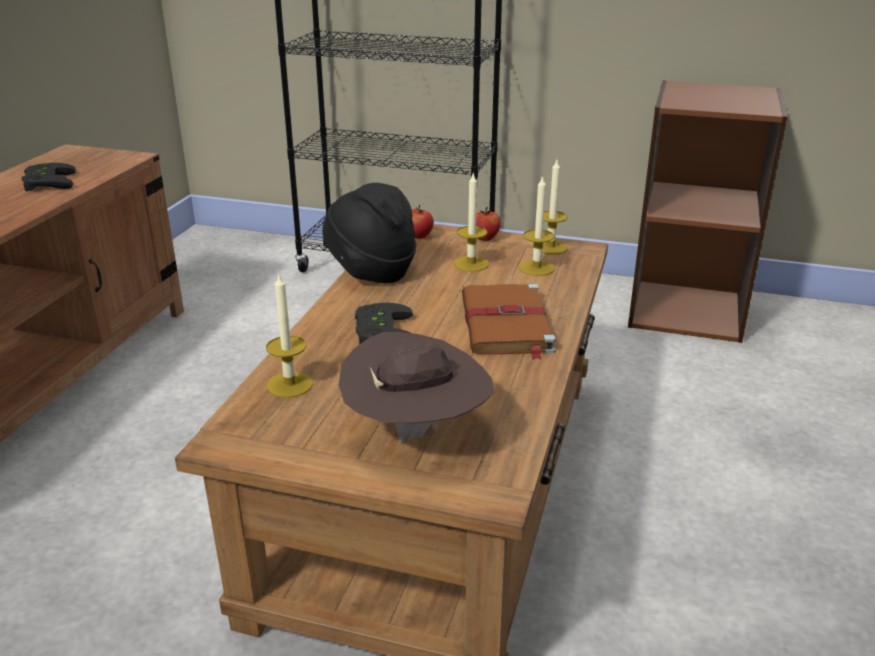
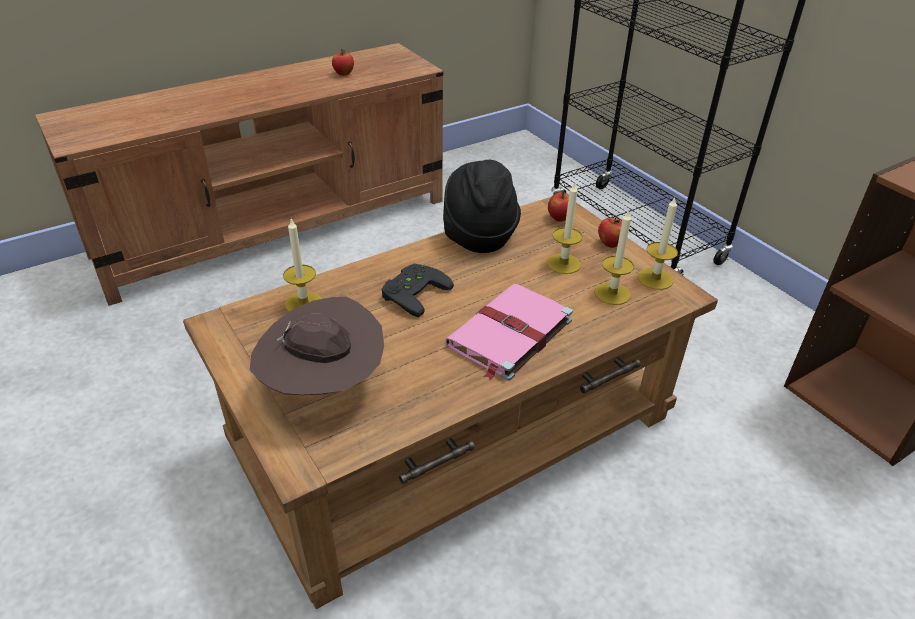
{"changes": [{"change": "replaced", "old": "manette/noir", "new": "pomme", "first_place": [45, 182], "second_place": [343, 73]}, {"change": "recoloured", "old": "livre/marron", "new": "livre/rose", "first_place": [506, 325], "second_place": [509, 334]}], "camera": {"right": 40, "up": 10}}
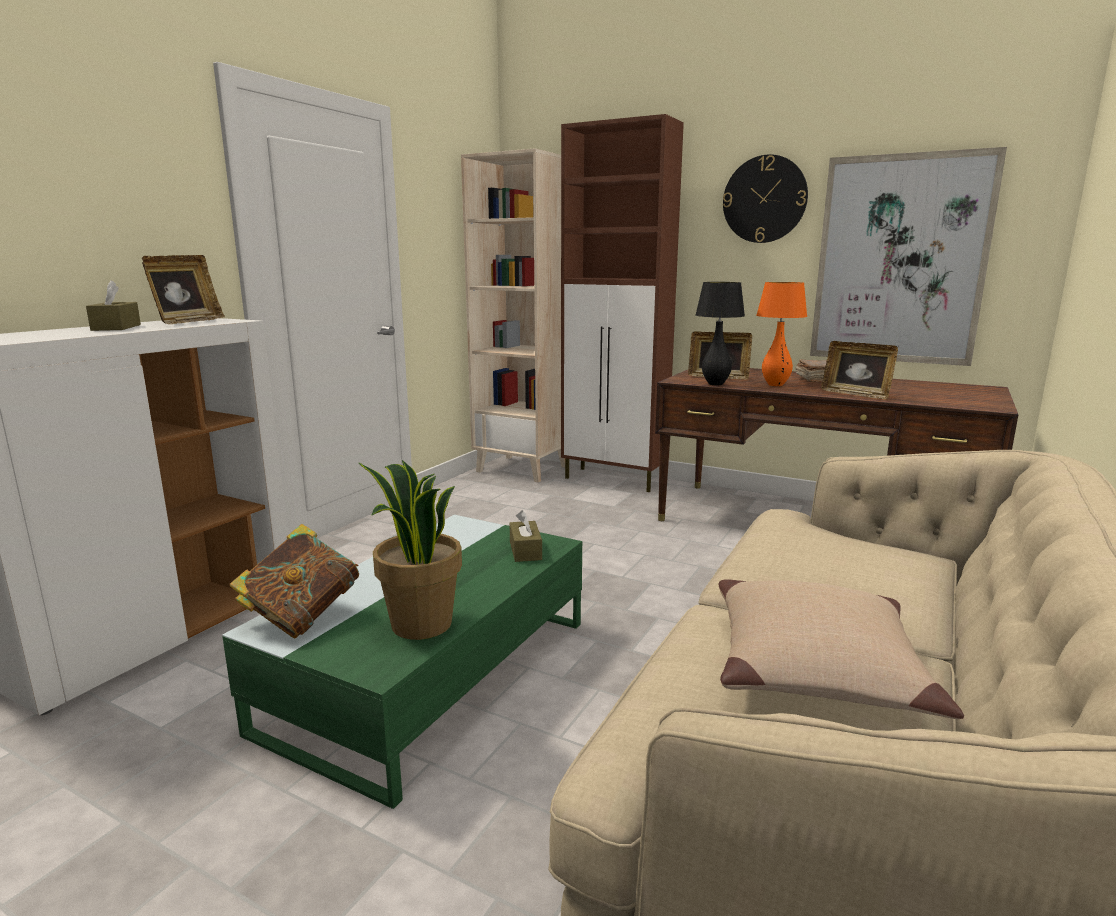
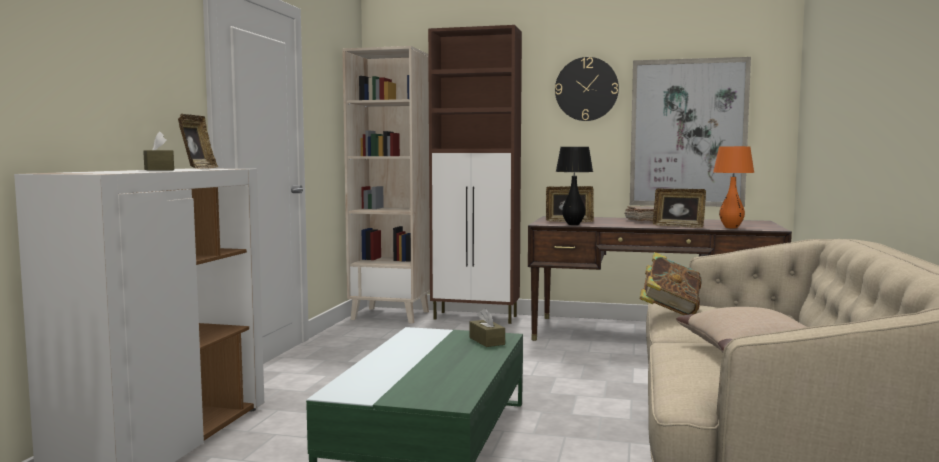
{"changes": [{"change": "moved", "old": "livre", "first_place": [302, 616], "second_place": [670, 311]}, {"change": "moved", "old": "lampe de table/orange", "first_place": [775, 385], "second_place": [731, 227]}, {"change": "removed", "old": "plante en pot", "first_place": [420, 625]}], "camera": {"right": -15, "up": -10}}
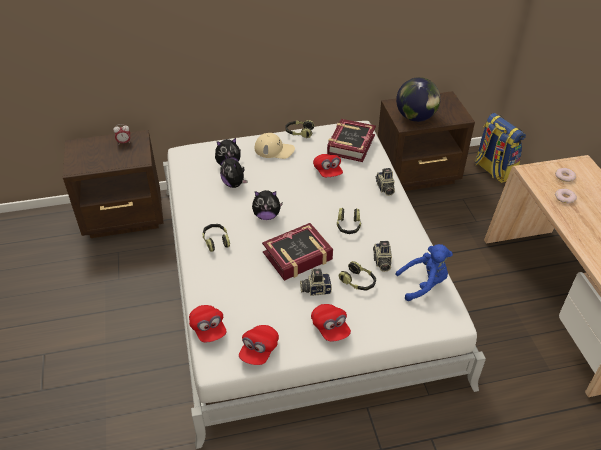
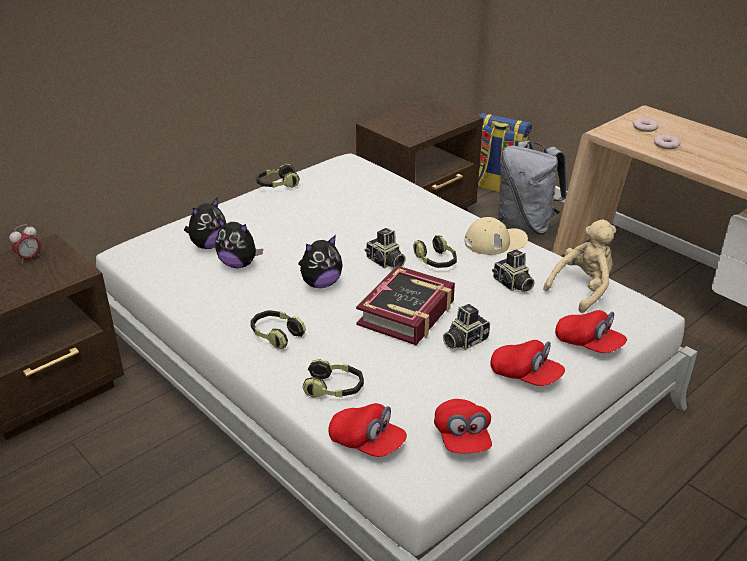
{"changes": [{"change": "moved", "old": "casque audio", "first_place": [358, 282], "second_place": [334, 388]}, {"change": "moved", "old": "appareil photo", "first_place": [384, 188], "second_place": [385, 262]}, {"change": "moved", "old": "casquette/beige", "first_place": [274, 150], "second_place": [495, 241]}, {"change": "added", "new": "sac à dos/gris", "second_place": [526, 225]}, {"change": "recoloured", "old": "peluche/bleu", "new": "peluche/beige", "first_place": [424, 284], "second_place": [582, 289]}, {"change": "moved", "old": "casquette/rouge", "first_place": [327, 172], "second_place": [588, 344]}, {"change": "removed", "old": "livre", "first_place": [350, 145]}, {"change": "removed", "old": "globe", "first_place": [415, 117]}], "camera": {"right": -30, "up": -10}}
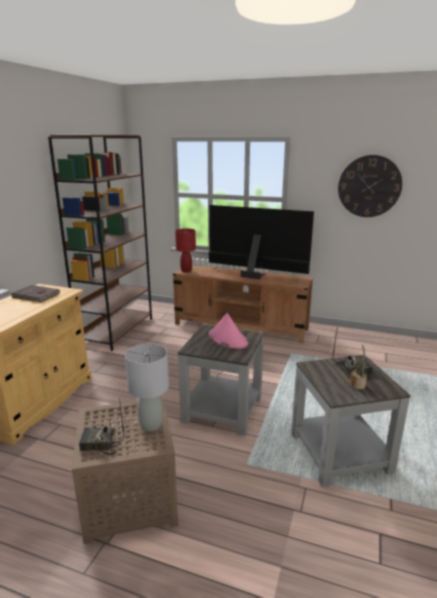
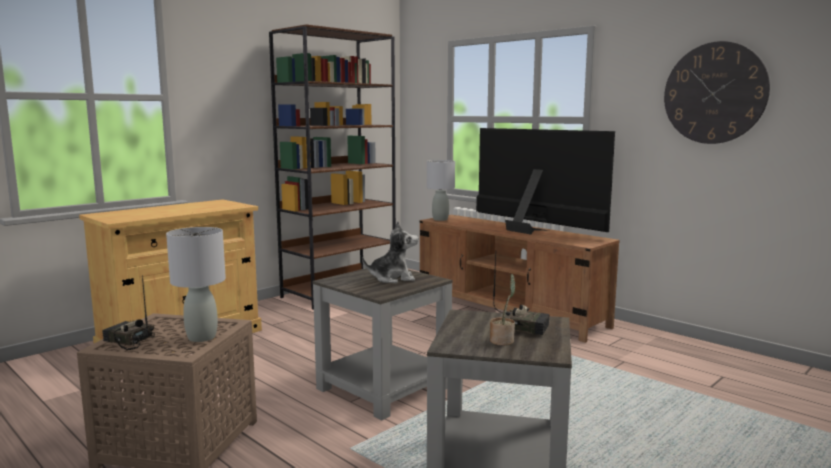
{"changes": [{"change": "replaced", "old": "chapeau/rose", "new": "peluche", "first_place": [227, 339], "second_place": [392, 278]}, {"change": "recoloured", "old": "lampe de table/rouge", "new": "lampe de table/gris", "first_place": [186, 271], "second_place": [440, 219]}, {"change": "removed", "old": "livre/marron", "first_place": [36, 296]}], "camera": {"right": 25, "up": -10}}
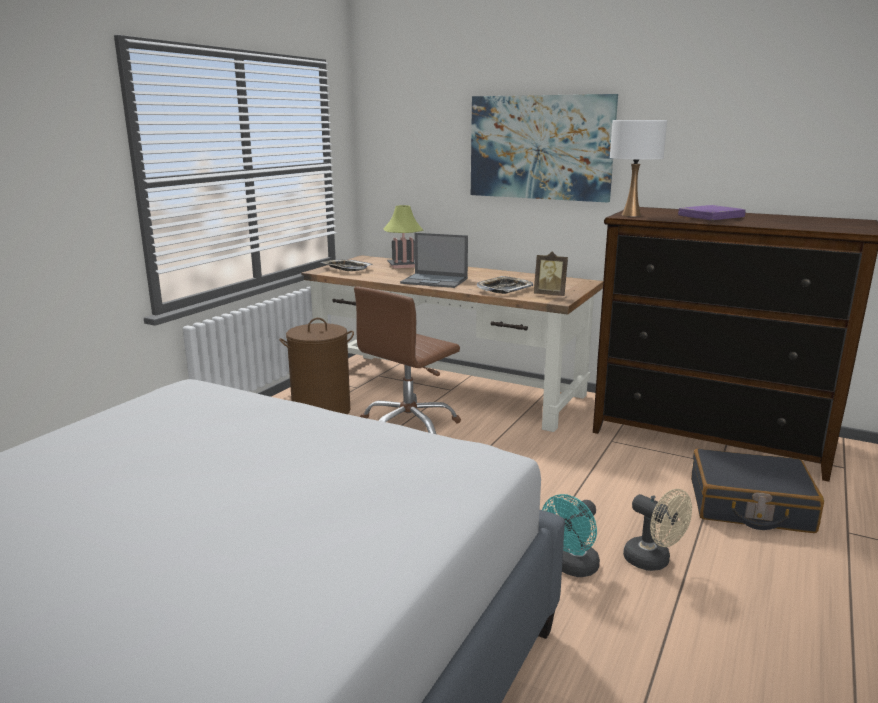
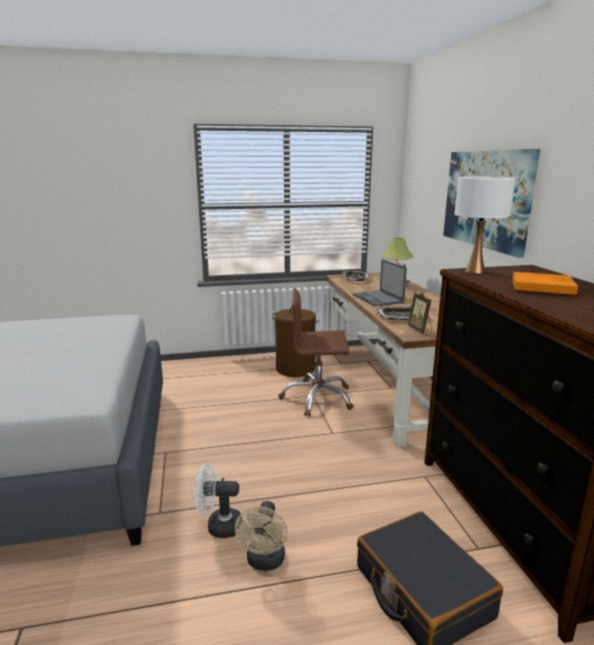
{"changes": [{"change": "recoloured", "old": "ventilateur/turquoise", "new": "ventilateur/blanc", "first_place": [572, 568], "second_place": [219, 526]}, {"change": "recoloured", "old": "livre/violet", "new": "livre/orange", "first_place": [711, 217], "second_place": [542, 288]}], "camera": {"right": 50, "up": 0}}
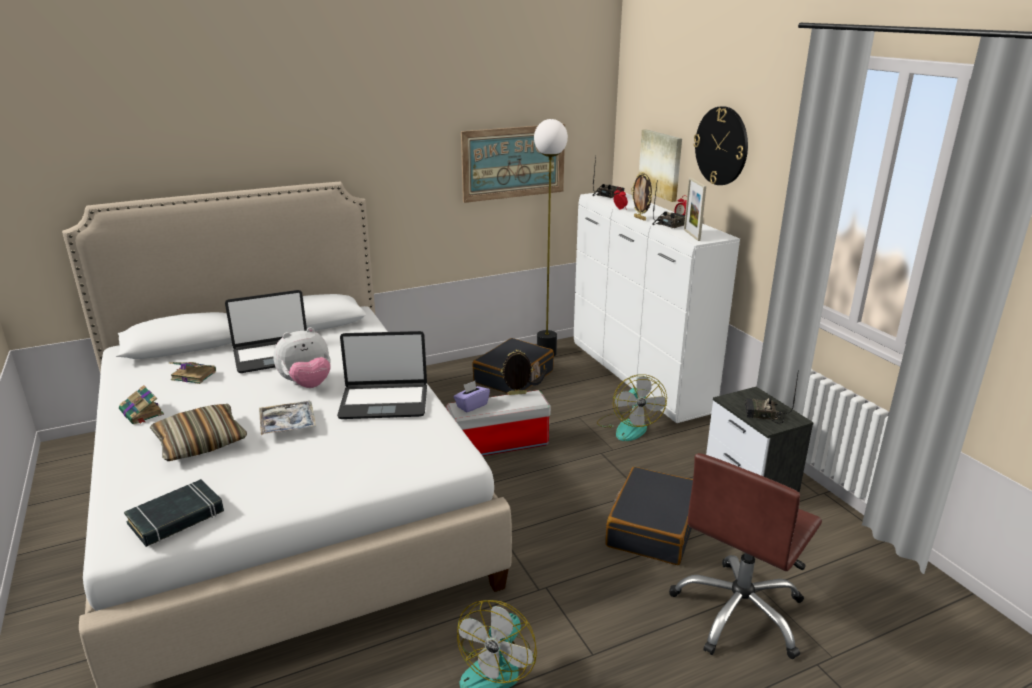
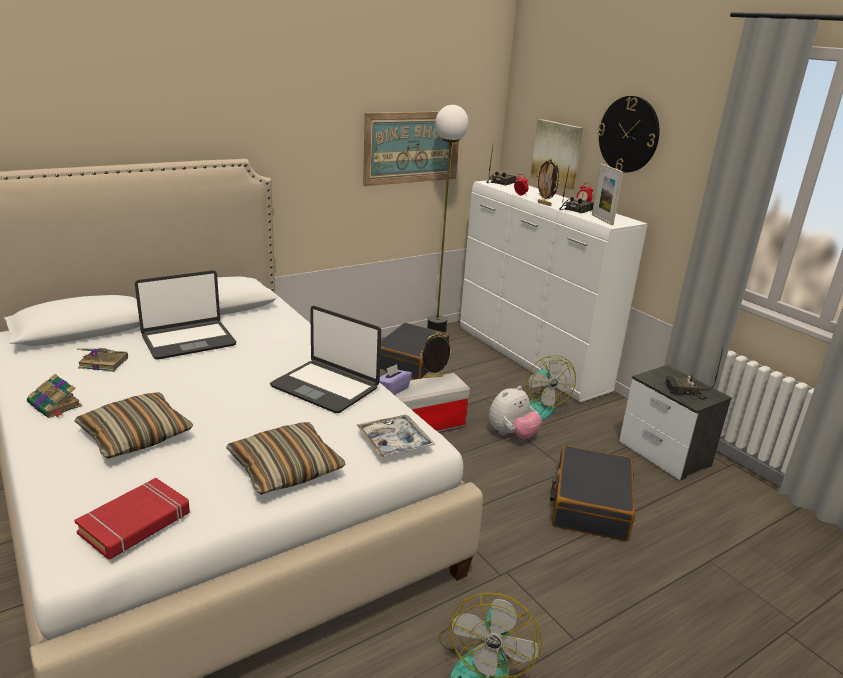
{"changes": [{"change": "recoloured", "old": "livre/noir", "new": "livre/rouge", "first_place": [176, 518], "second_place": [135, 523]}, {"change": "added", "new": "coussin", "second_place": [286, 468]}, {"change": "turned", "old": "ordinateur portable", "first_place": [384, 402], "second_place": [326, 387], "degrees": 45}, {"change": "moved", "old": "plateau", "first_place": [288, 424], "second_place": [394, 442]}, {"change": "moved", "old": "peluche", "first_place": [307, 385], "second_place": [512, 434]}, {"change": "removed", "old": "chaise de bureau/marron", "first_place": [739, 612]}], "camera": {"right": -10, "up": 0}}
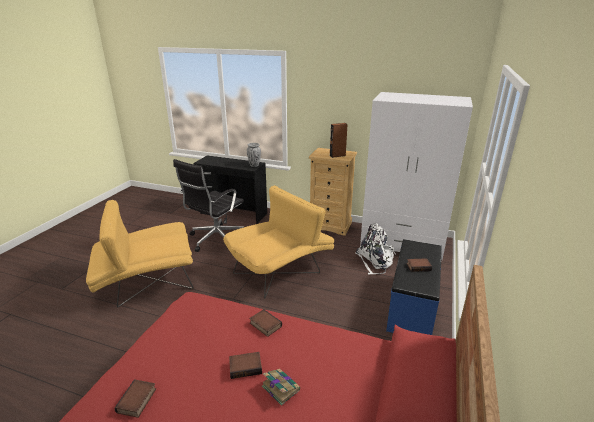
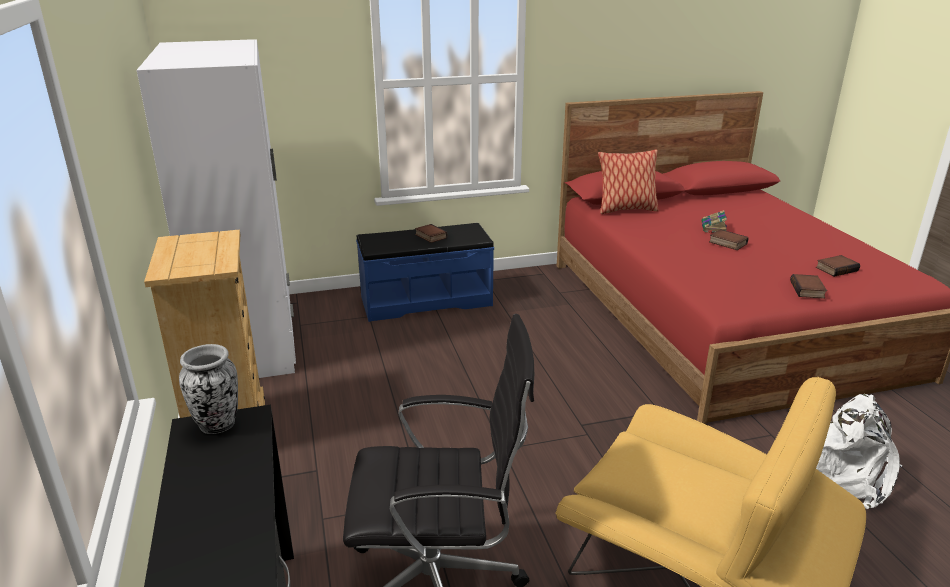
{"changes": [{"change": "added", "new": "coussin", "second_place": [626, 210]}, {"change": "moved", "old": "livre", "first_place": [264, 325], "second_place": [808, 290]}, {"change": "moved", "old": "sac à dos/blanc", "first_place": [375, 261], "second_place": [847, 474]}, {"change": "removed", "old": "fauteuil/jaune", "first_place": [281, 269]}, {"change": "removed", "old": "enceinte/marron", "first_place": [337, 155]}], "camera": {"right": -125, "up": 0}}
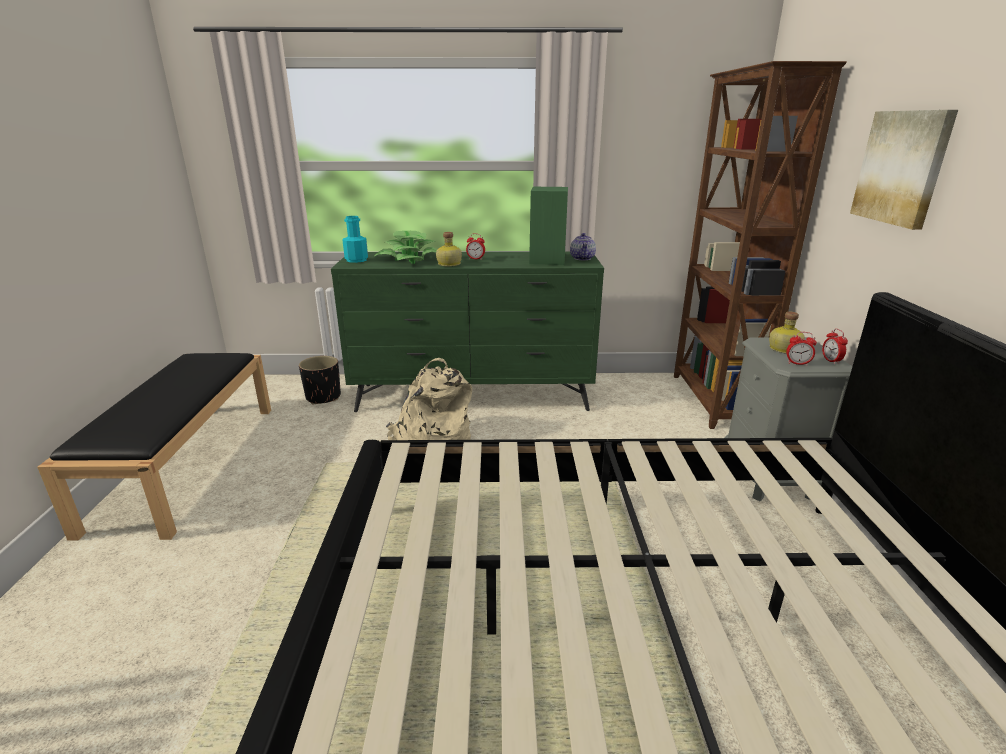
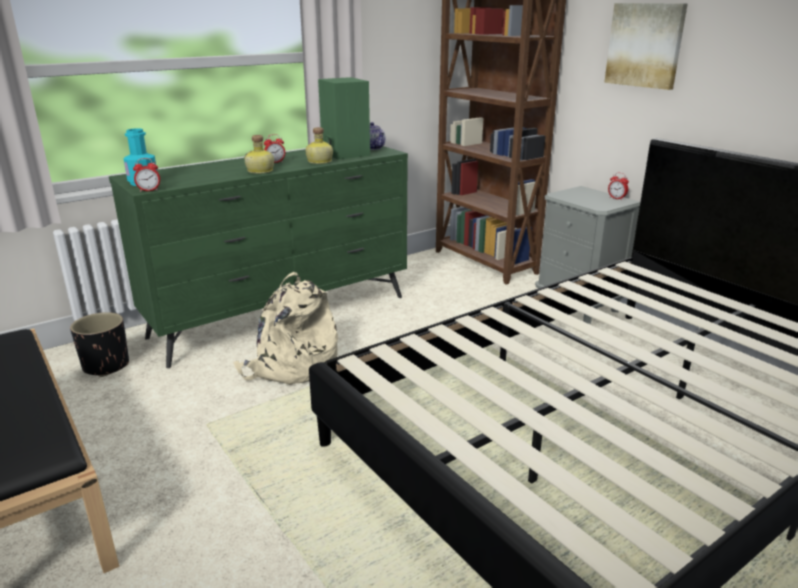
{"changes": [{"change": "moved", "old": "réveil", "first_place": [797, 363], "second_place": [149, 190]}, {"change": "moved", "old": "bouteille", "first_place": [783, 349], "second_place": [319, 162]}, {"change": "removed", "old": "plante en pot", "first_place": [409, 259]}], "camera": {"right": -35, "up": 0}}
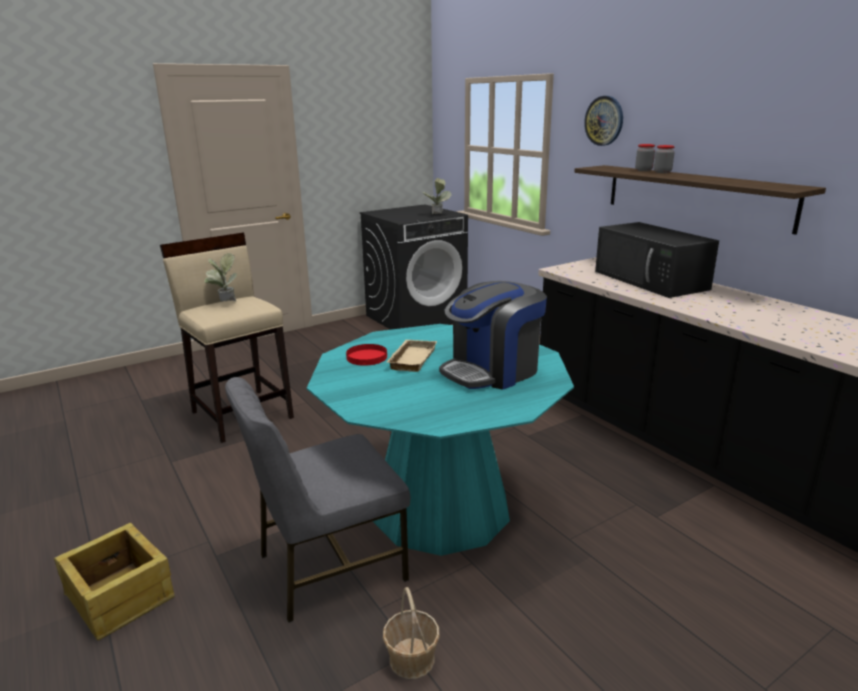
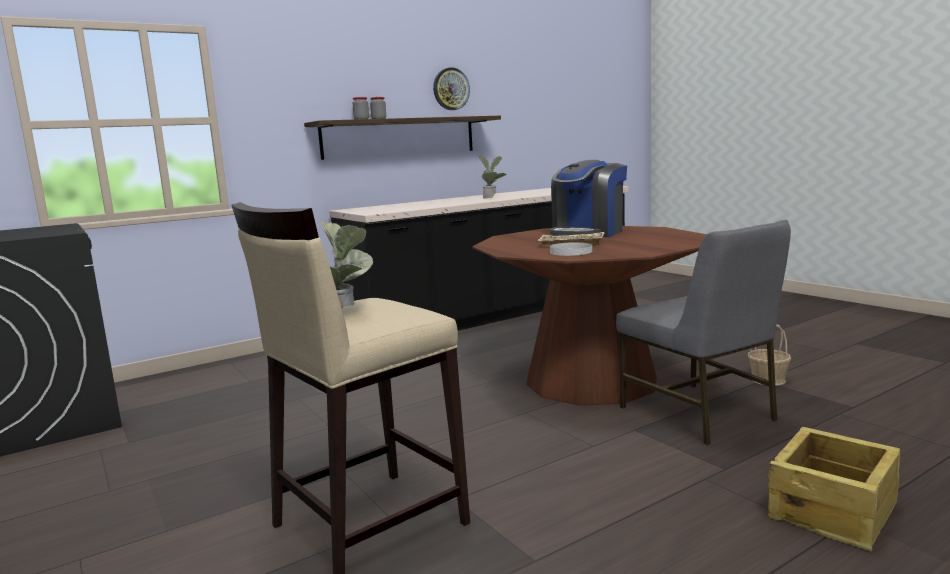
{"changes": [{"change": "moved", "old": "horloge murale", "first_place": [604, 121], "second_place": [451, 89]}, {"change": "recoloured", "old": "table à manger/turquoise", "new": "table à manger/marron", "first_place": [441, 507], "second_place": [591, 380]}, {"change": "moved", "old": "plante en pot", "first_place": [437, 215], "second_place": [492, 197]}, {"change": "turned", "old": "machine à café", "first_place": [492, 371], "second_place": [587, 233], "degrees": 75}, {"change": "recoloured", "old": "assiette/rouge", "new": "assiette/blanc", "first_place": [366, 357], "second_place": [571, 252]}, {"change": "removed", "old": "micro-ondes/noir", "first_place": [651, 280]}], "camera": {"right": -90, "up": -10}}
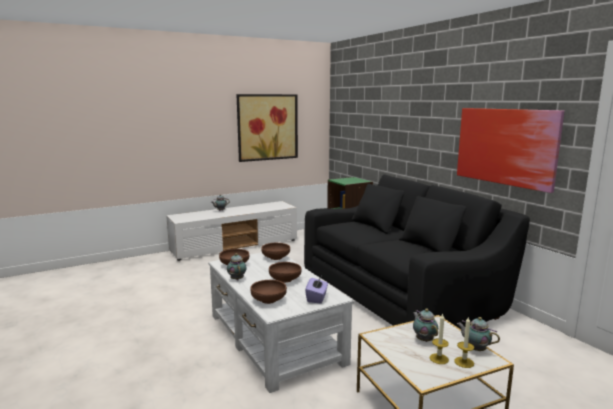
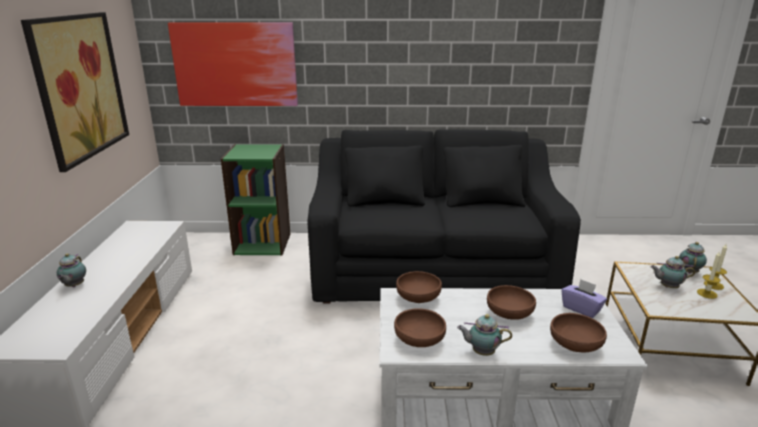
{"changes": [{"change": "moved", "old": "tableau", "first_place": [505, 146], "second_place": [235, 64]}, {"change": "turned", "old": "théière", "first_place": [475, 349], "second_place": [689, 271], "degrees": 135}], "camera": {"right": -60, "up": 10}}
